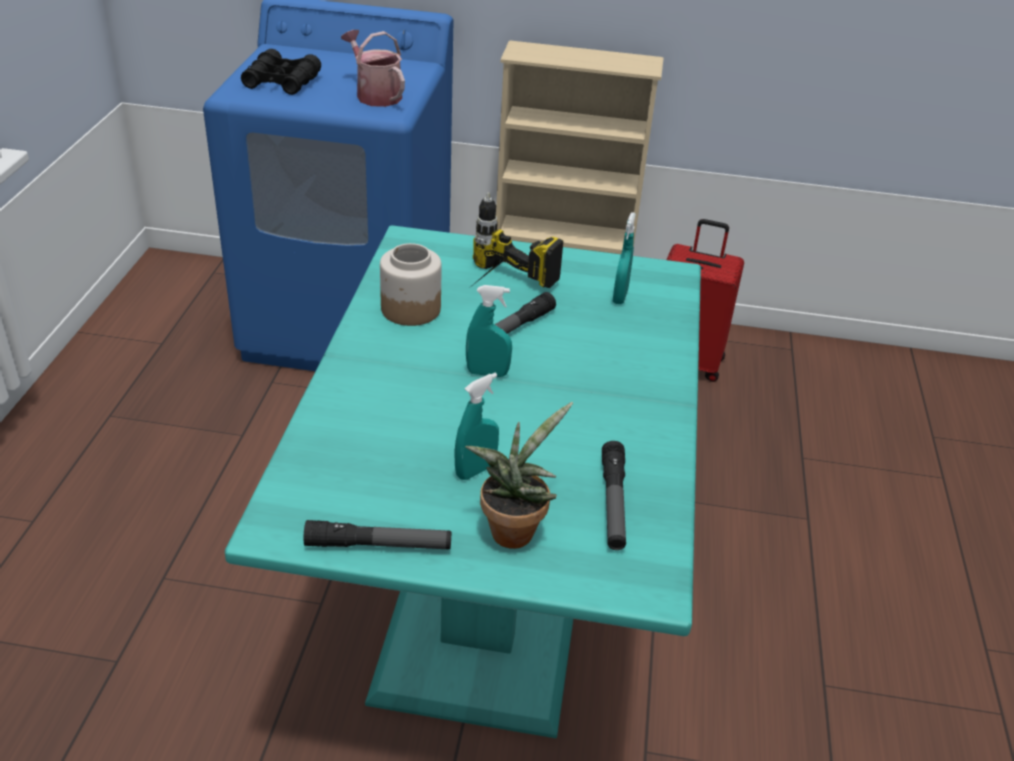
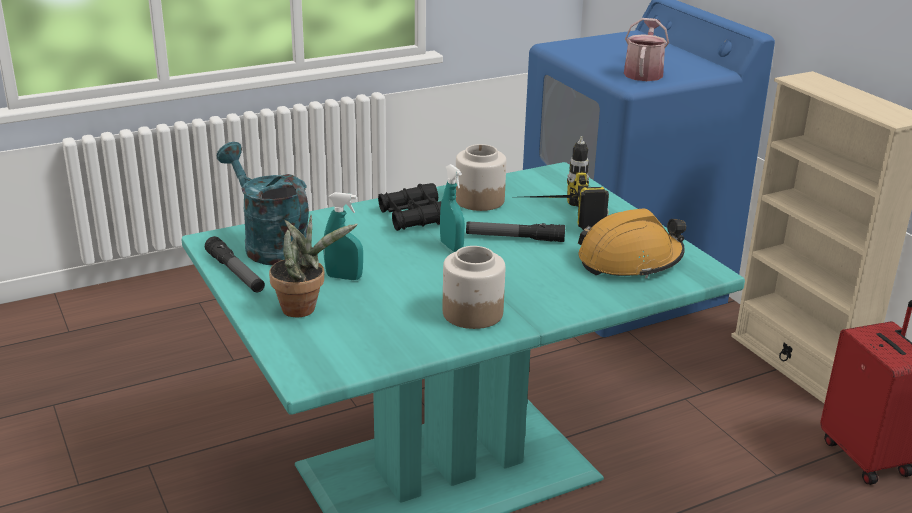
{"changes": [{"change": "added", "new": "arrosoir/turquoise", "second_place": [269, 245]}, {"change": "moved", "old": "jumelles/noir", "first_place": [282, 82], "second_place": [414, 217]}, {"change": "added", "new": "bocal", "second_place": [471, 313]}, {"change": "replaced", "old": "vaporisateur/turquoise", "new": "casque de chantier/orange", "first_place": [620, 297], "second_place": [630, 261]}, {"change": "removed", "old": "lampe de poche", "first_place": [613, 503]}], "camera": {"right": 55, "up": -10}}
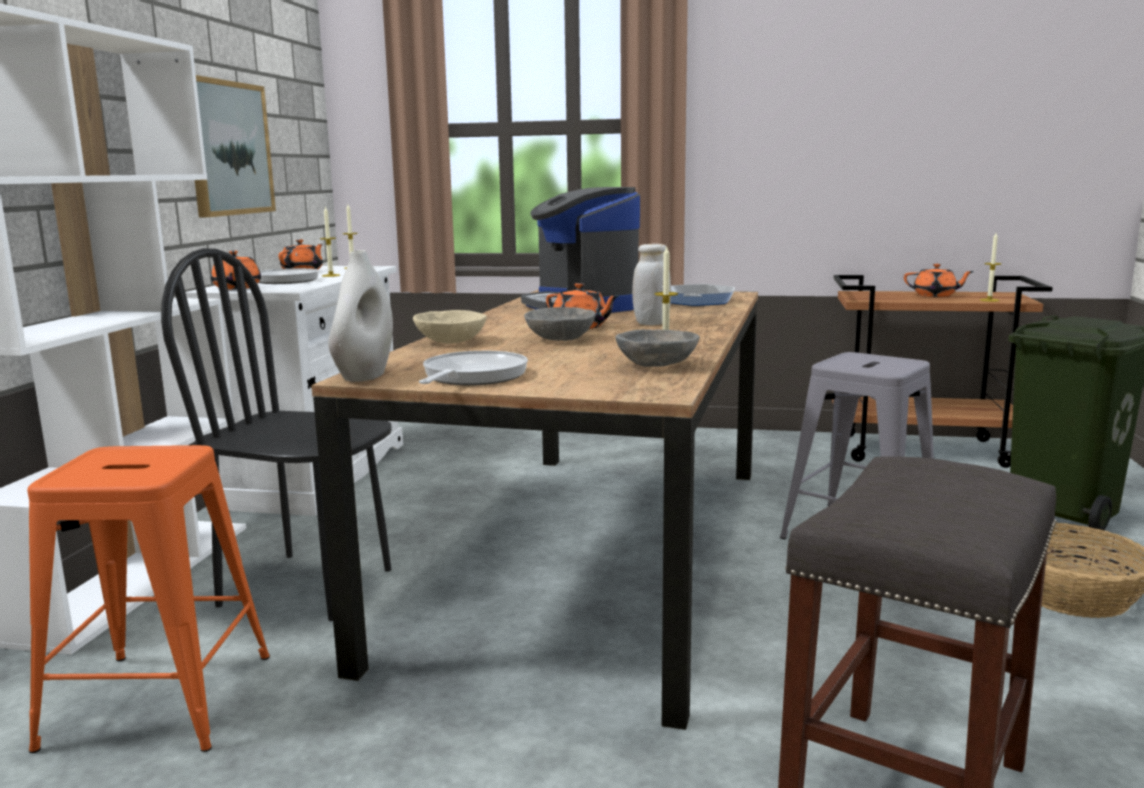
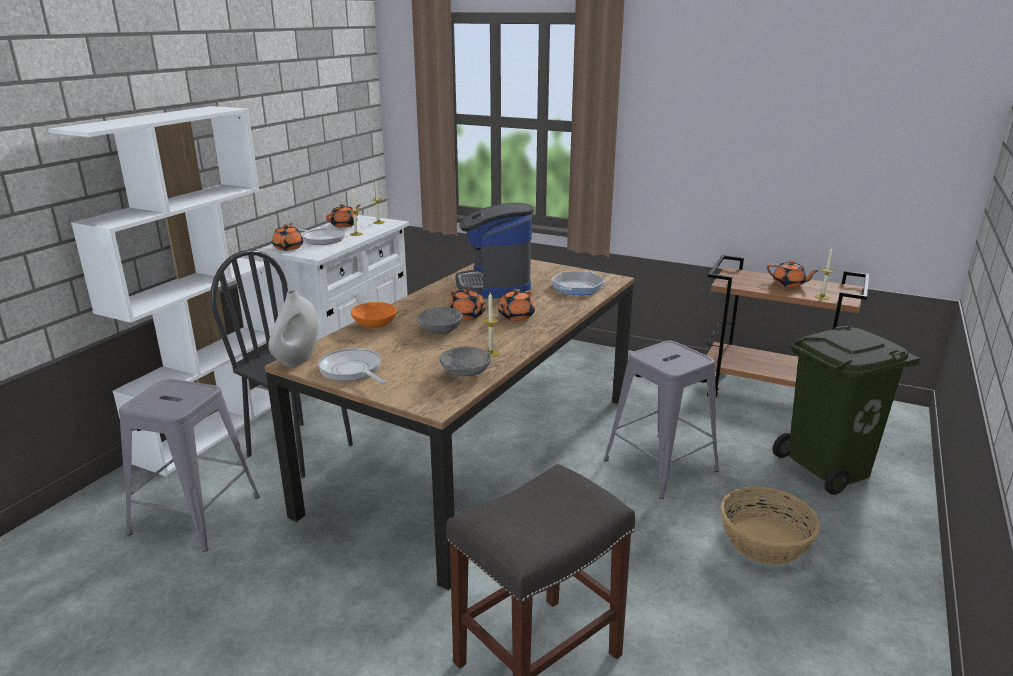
{"changes": [{"change": "recoloured", "old": "tabouret/orange", "new": "tabouret/gris", "first_place": [161, 700], "second_place": [196, 514]}, {"change": "turned", "old": "poêle", "first_place": [472, 377], "second_place": [352, 370], "degrees": -75}, {"change": "recoloured", "old": "bol/beige", "new": "bol/orange", "first_place": [449, 342], "second_place": [374, 325]}, {"change": "replaced", "old": "bocal/blanc", "new": "théière/orange", "first_place": [651, 323], "second_place": [515, 316]}, {"change": "removed", "old": "tableau", "first_place": [228, 148]}], "camera": {"right": 15, "up": 10}}
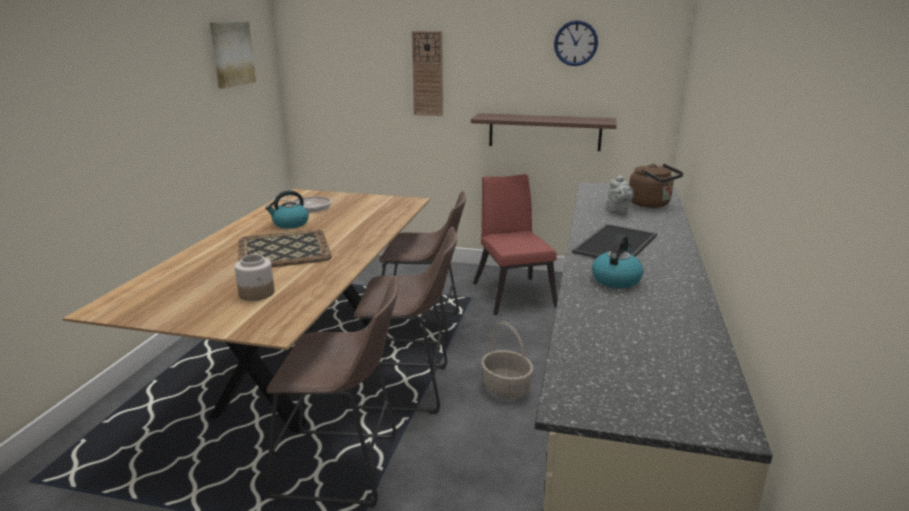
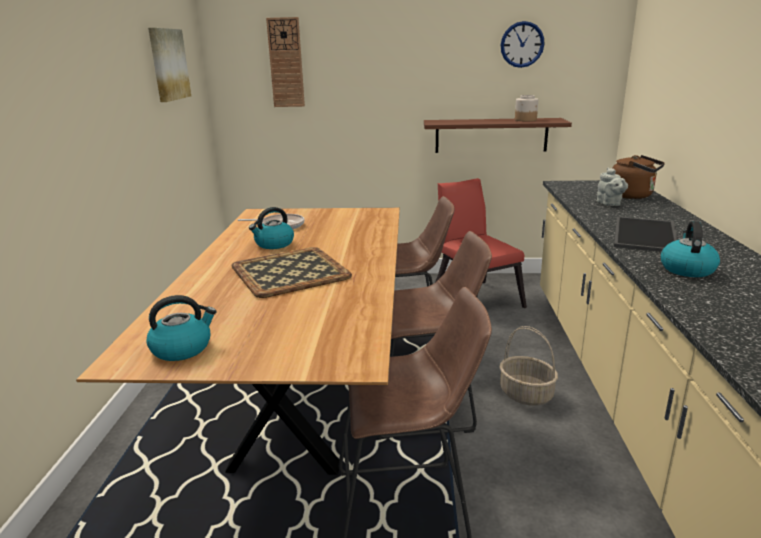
{"changes": [{"change": "added", "new": "bouilloire", "second_place": [182, 348]}, {"change": "moved", "old": "horloge murale", "first_place": [427, 74], "second_place": [286, 63]}, {"change": "moved", "old": "bocal", "first_place": [257, 293], "second_place": [526, 120]}], "camera": {"right": -10, "up": 0}}
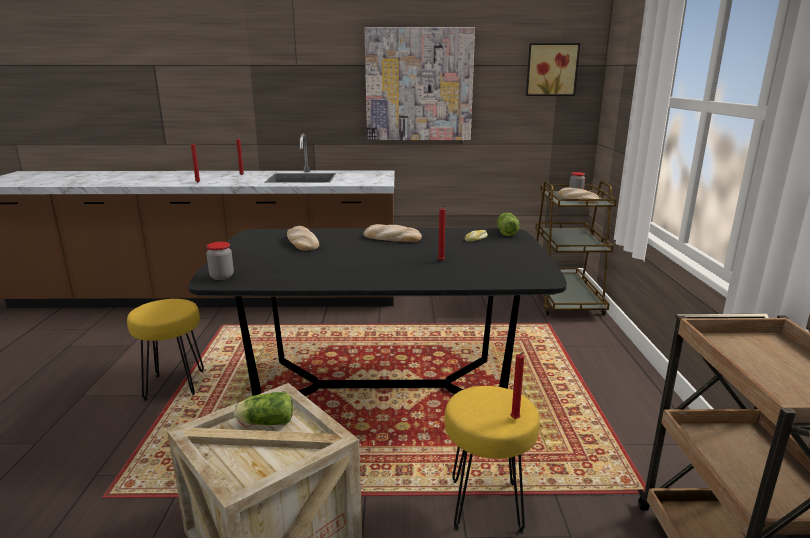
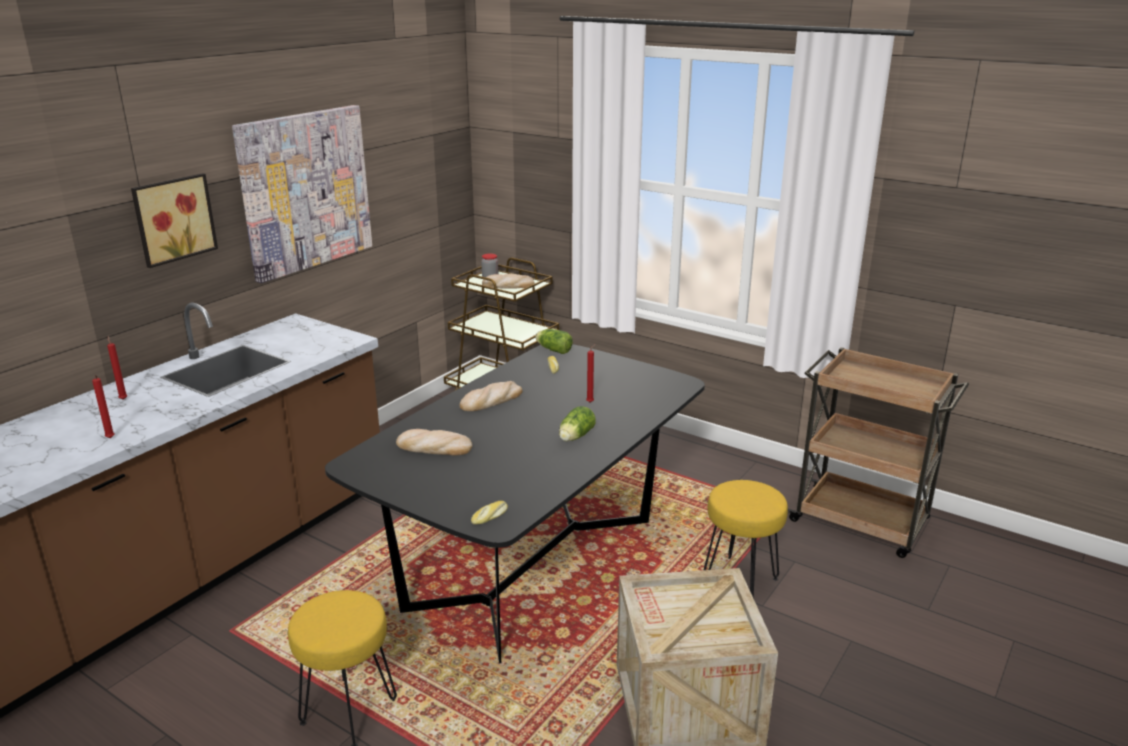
{"changes": [{"change": "moved", "old": "tableau", "first_place": [551, 69], "second_place": [173, 219]}, {"change": "replaced", "old": "bocal", "new": "pain", "first_place": [222, 277], "second_place": [490, 517]}, {"change": "moved", "old": "laitue", "first_place": [264, 422], "second_place": [575, 437]}, {"change": "removed", "old": "bougie/rouge", "first_place": [515, 420]}], "camera": {"right": -55, "up": 5}}
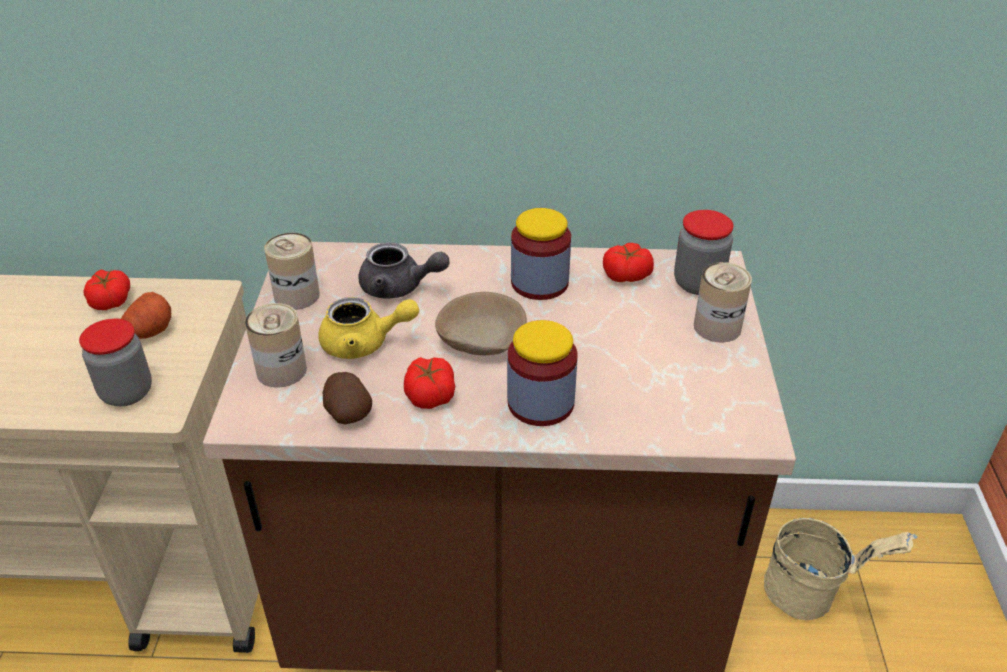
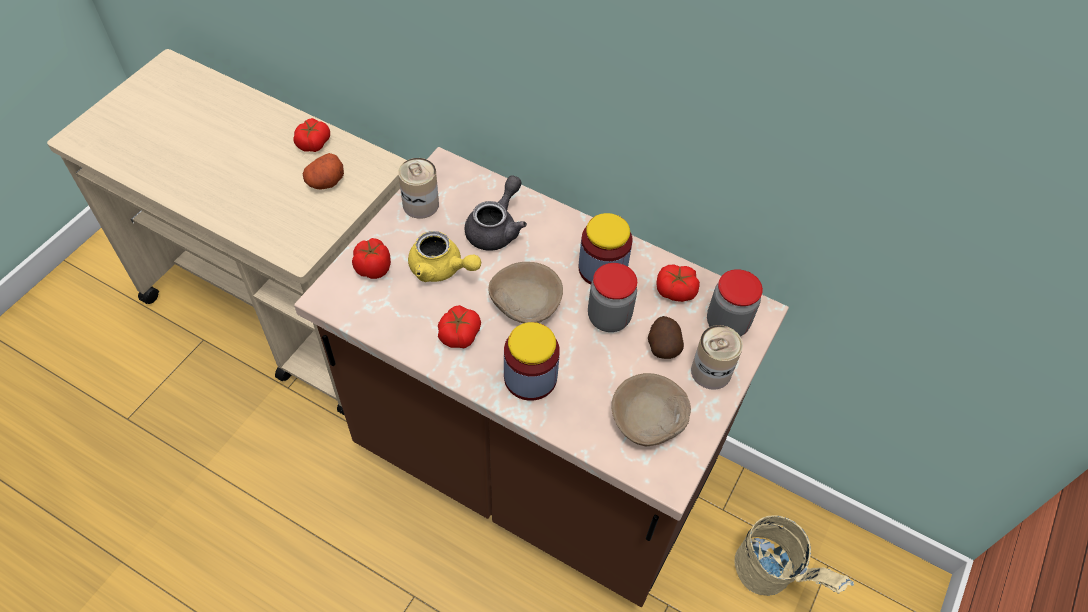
{"changes": [{"change": "replaced", "old": "boîte métallique", "new": "tomate", "first_place": [281, 370], "second_place": [373, 267]}, {"change": "turned", "old": "théière/gris", "first_place": [399, 287], "second_place": [496, 228], "degrees": -105}, {"change": "moved", "old": "bocal", "first_place": [127, 392], "second_place": [609, 317]}, {"change": "added", "new": "bol/beige", "second_place": [649, 418]}, {"change": "moved", "old": "pomme de terre", "first_place": [347, 412], "second_place": [662, 345]}], "camera": {"right": 25, "up": 15}}
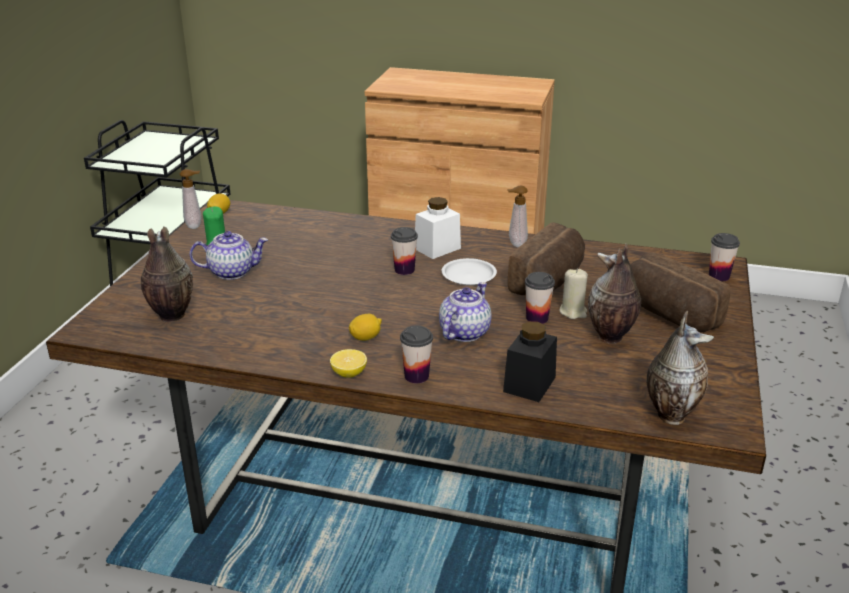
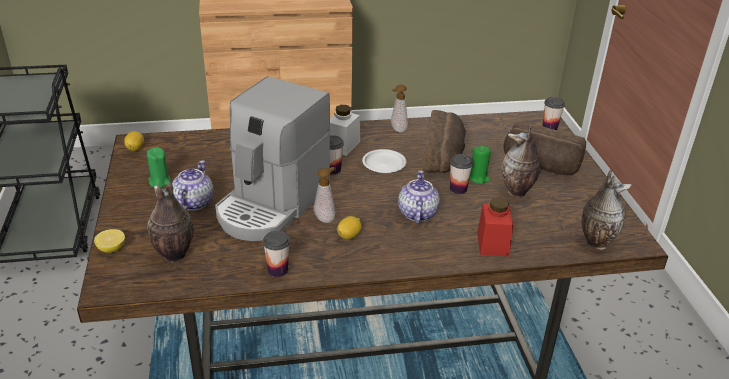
{"changes": [{"change": "moved", "old": "citron", "first_place": [349, 373], "second_place": [111, 249]}, {"change": "turned", "old": "théière", "first_place": [232, 272], "second_place": [193, 202], "degrees": -45}, {"change": "added", "new": "machine à café", "second_place": [272, 205]}, {"change": "moved", "old": "tasse", "first_place": [416, 376], "second_place": [277, 270]}, {"change": "moved", "old": "distributeur de savon", "first_place": [195, 225], "second_place": [326, 218]}, {"change": "recoloured", "old": "bougie/beige", "new": "bougie/vert", "first_place": [573, 312], "second_place": [478, 178]}, {"change": "recoloured", "old": "bocal/noir", "new": "bocal/rouge", "first_place": [529, 384], "second_place": [493, 244]}], "camera": {"right": -25, "up": 5}}
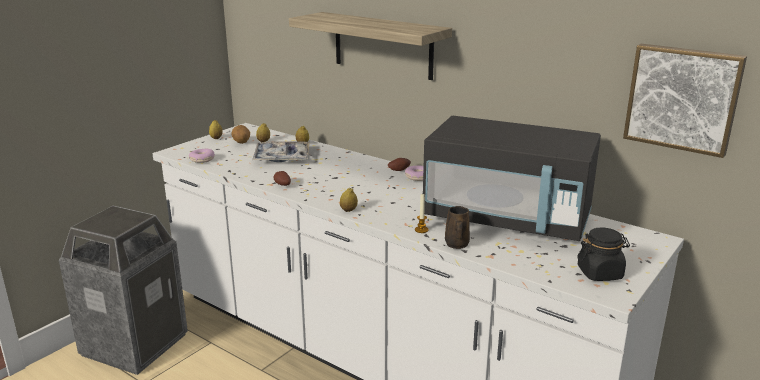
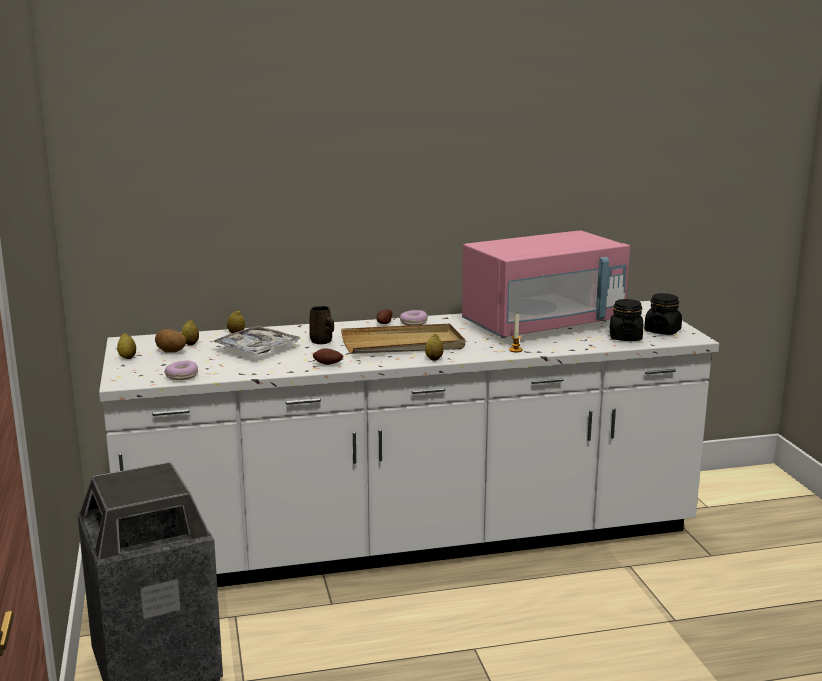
{"changes": [{"change": "moved", "old": "mug/marron", "first_place": [456, 245], "second_place": [322, 342]}, {"change": "added", "new": "plateau/beige", "second_place": [403, 344]}, {"change": "recoloured", "old": "micro-ondes/noir", "new": "micro-ondes/rose", "first_place": [507, 219], "second_place": [543, 325]}, {"change": "added", "new": "bocal/noir", "second_place": [625, 337]}, {"change": "removed", "old": "étagère", "first_place": [383, 45]}, {"change": "removed", "old": "tableau", "first_place": [682, 98]}], "camera": {"right": -50, "up": -5}}
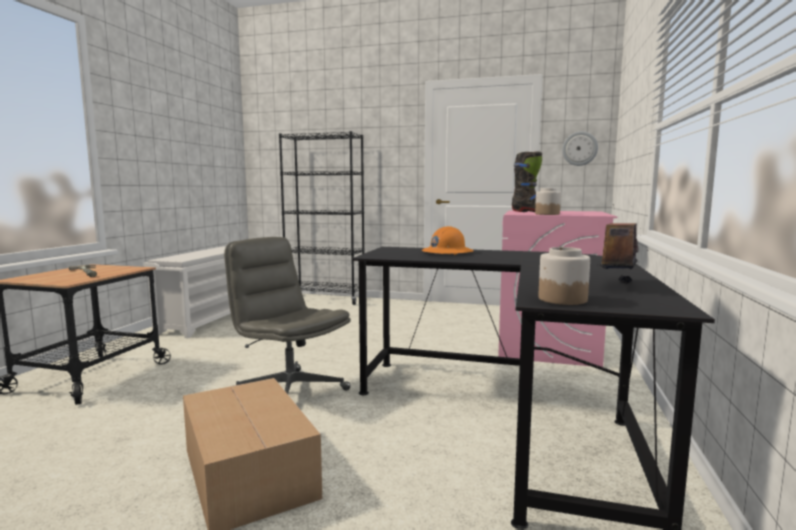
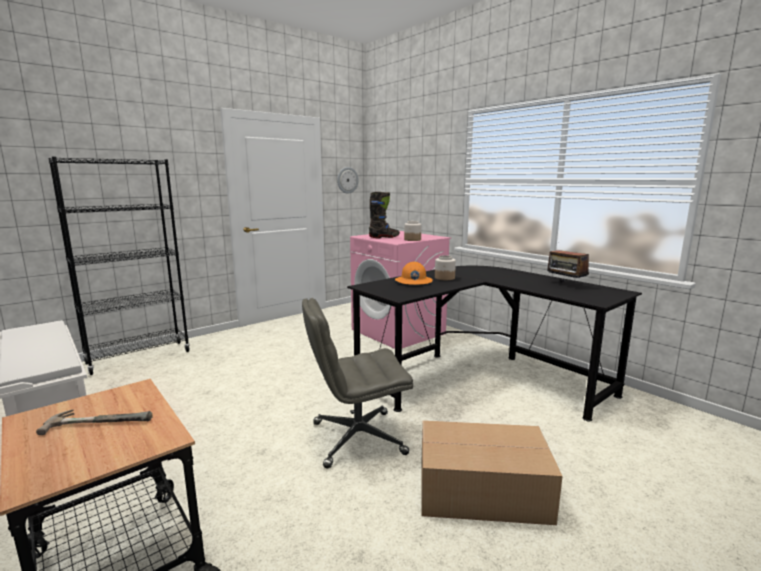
{"changes": [{"change": "moved", "old": "bocal", "first_place": [562, 299], "second_place": [444, 278]}], "camera": {"right": -55, "up": 5}}
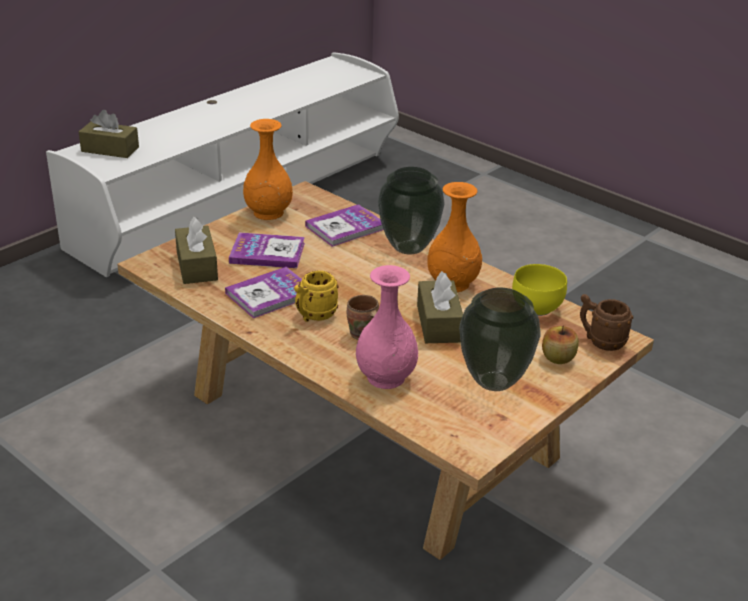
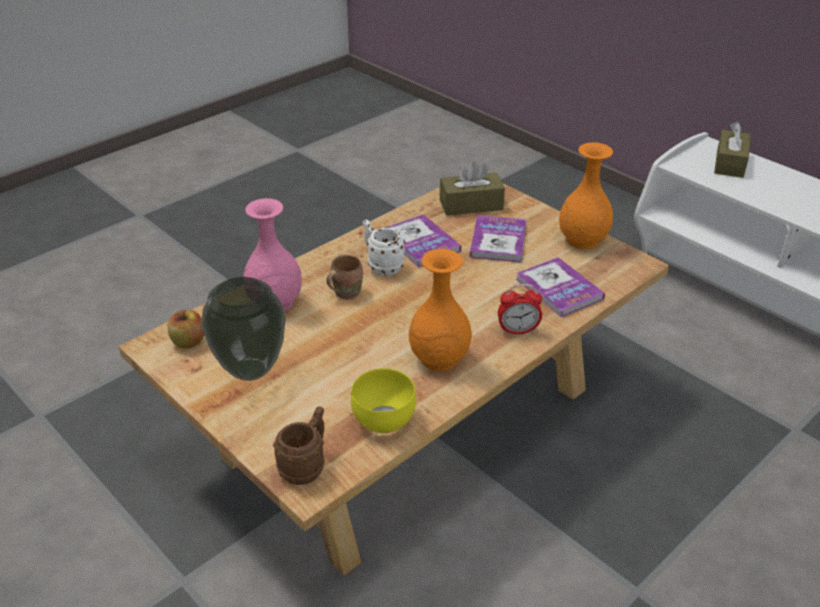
{"changes": [{"change": "moved", "old": "pomme", "first_place": [558, 358], "second_place": [189, 342]}, {"change": "recoloured", "old": "mug/jaune", "new": "mug/blanc", "first_place": [314, 316], "second_place": [381, 266]}, {"change": "replaced", "old": "vase", "new": "réveil", "first_place": [407, 248], "second_place": [518, 331]}, {"change": "removed", "old": "boîte à mouchoirs/marron", "first_place": [438, 323]}], "camera": {"right": 95, "up": 5}}
